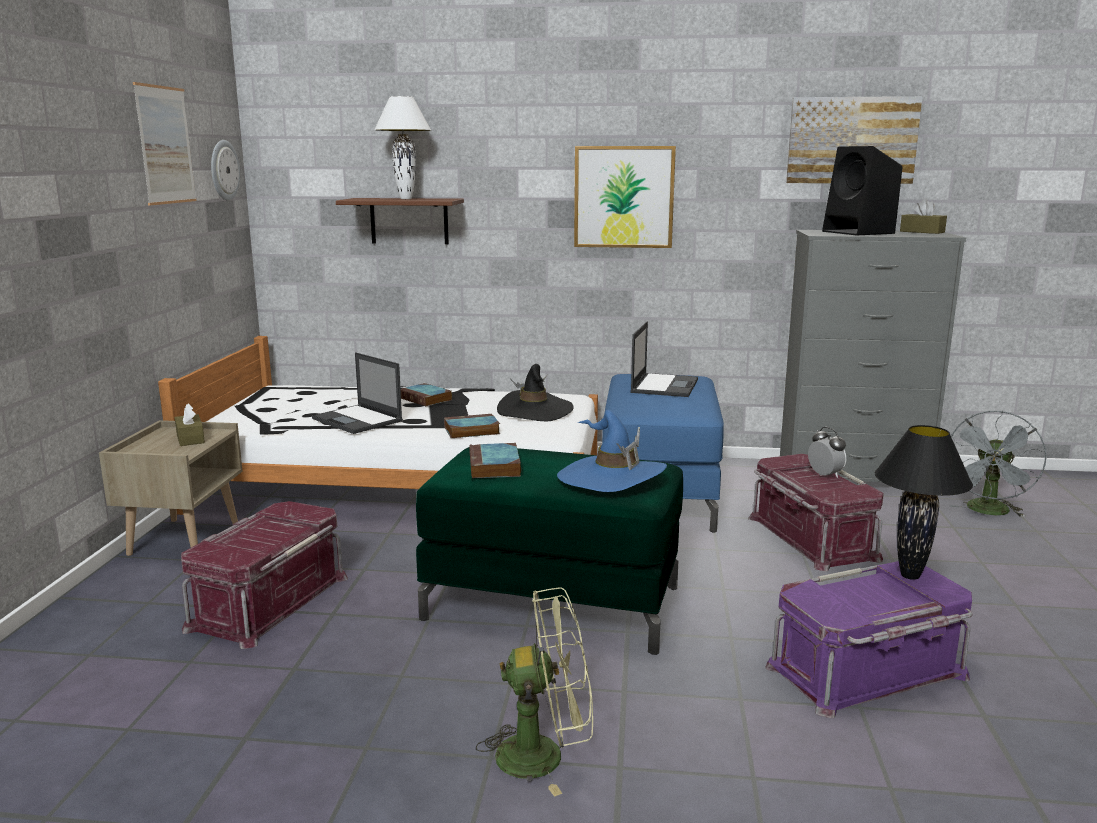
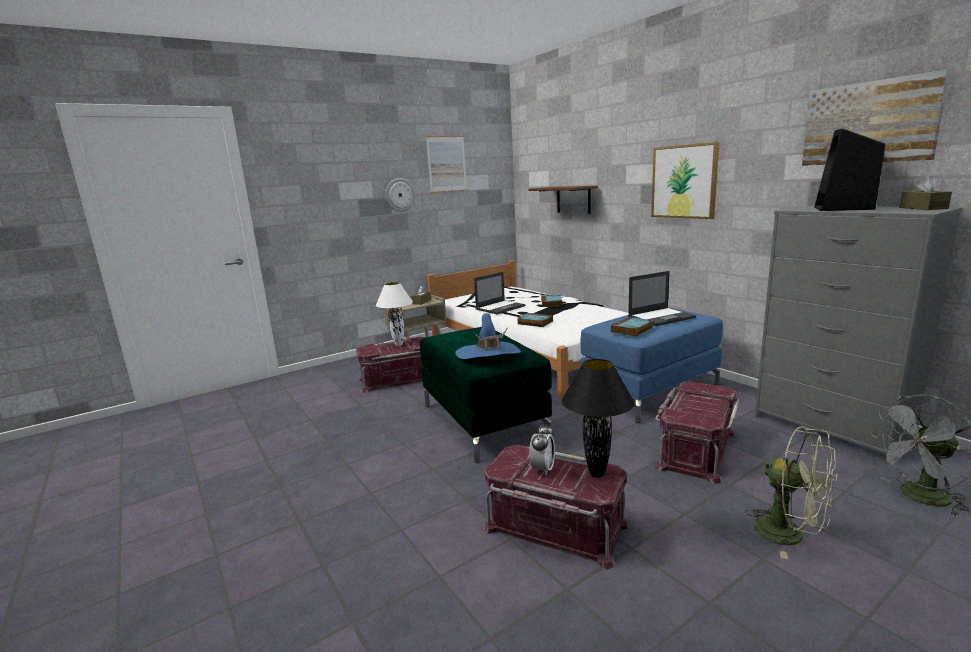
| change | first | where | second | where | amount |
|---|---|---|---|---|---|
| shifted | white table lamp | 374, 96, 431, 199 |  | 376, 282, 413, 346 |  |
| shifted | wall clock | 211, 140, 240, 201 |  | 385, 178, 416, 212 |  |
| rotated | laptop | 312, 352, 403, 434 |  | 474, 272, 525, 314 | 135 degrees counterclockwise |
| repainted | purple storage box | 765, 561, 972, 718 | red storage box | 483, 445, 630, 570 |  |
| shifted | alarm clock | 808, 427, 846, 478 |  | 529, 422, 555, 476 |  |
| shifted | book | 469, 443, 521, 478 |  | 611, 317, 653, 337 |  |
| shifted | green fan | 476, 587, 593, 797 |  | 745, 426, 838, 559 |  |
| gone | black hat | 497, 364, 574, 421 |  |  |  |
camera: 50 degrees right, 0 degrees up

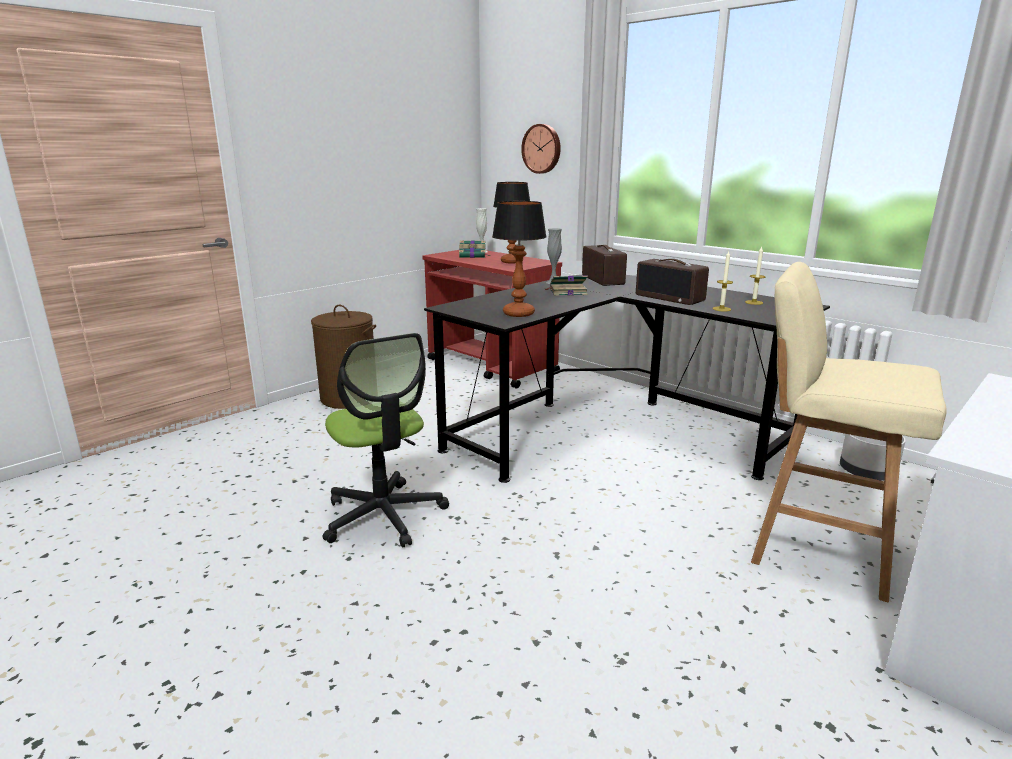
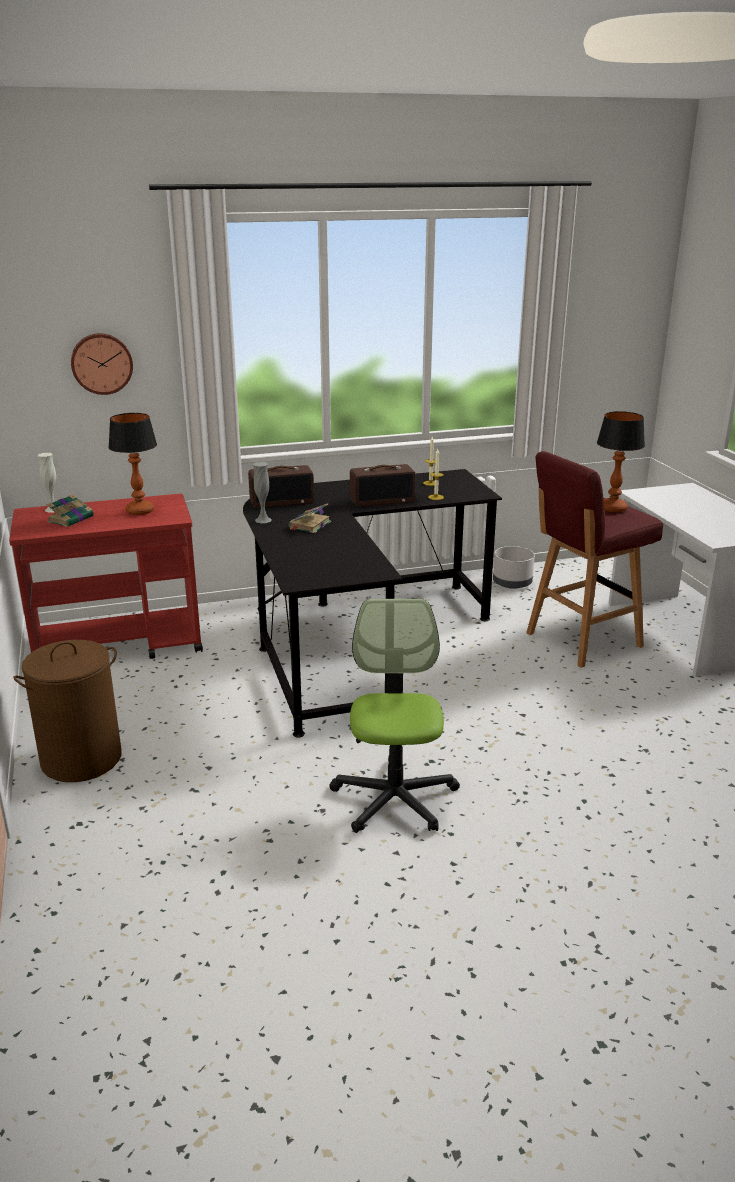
| change | first | where | second | where | amount |
|---|---|---|---|---|---|
| rotated | radio | 582, 245, 627, 286 |  | 248, 465, 314, 508 | 150 degrees clockwise |
| rotated | office chair | 323, 333, 449, 548 |  | 329, 599, 460, 833 | 90 degrees counterclockwise |
| repainted | beige stool | 751, 262, 947, 602 | red stool | 526, 451, 663, 668 |  |
| shifted | table lamp | 492, 201, 547, 317 |  | 597, 411, 645, 512 |  |
camera: 60 degrees left, 5 degrees up

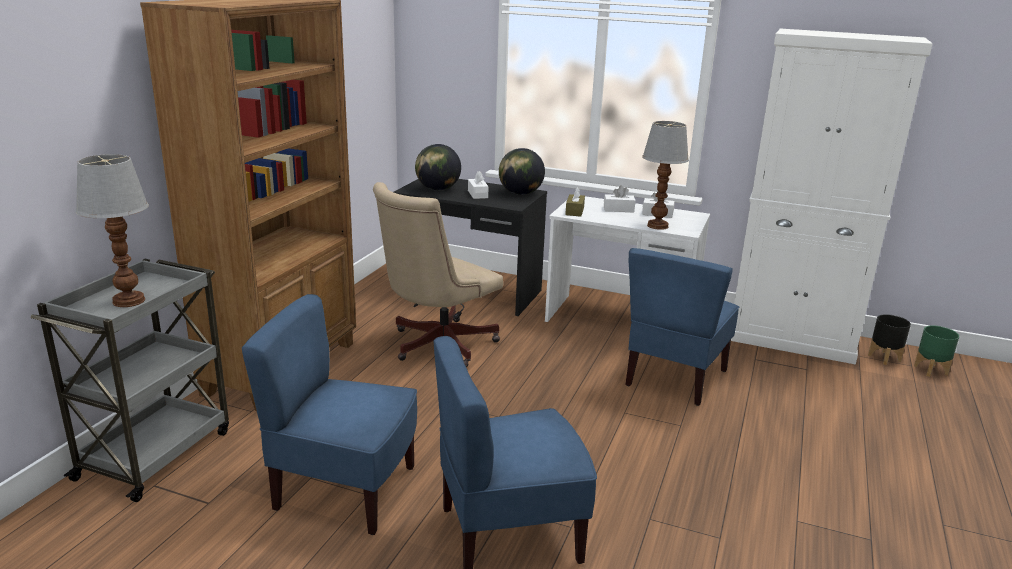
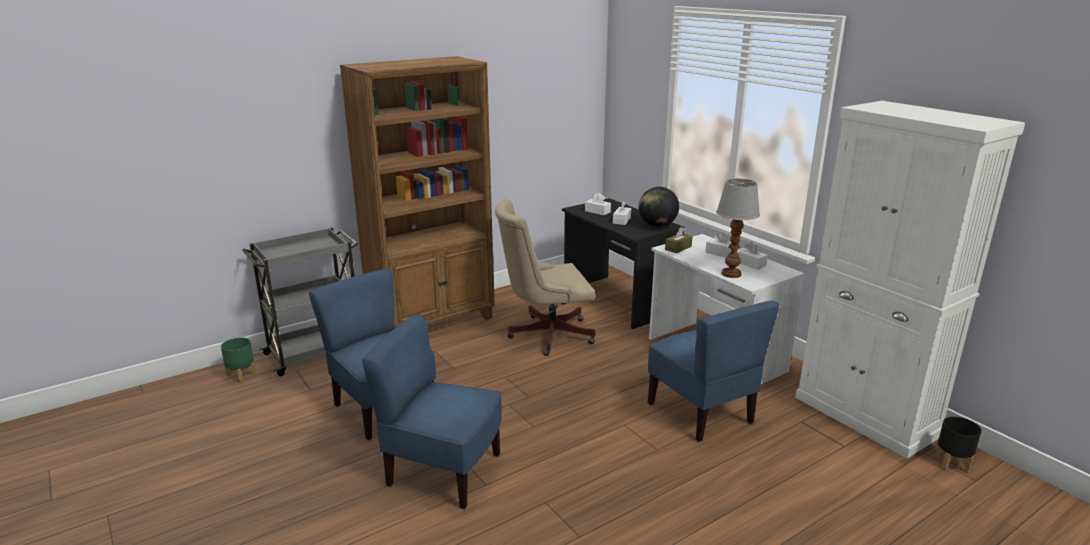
| change | first | where | second | where | amount |
|---|---|---|---|---|---|
| shifted | green planter | 914, 326, 959, 377 |  | 221, 337, 257, 384 |  |
| swapped | globe | 415, 144, 461, 191 | white tissue box | 585, 193, 611, 215 |  |
| rotated | blue chair | 625, 248, 739, 406 |  | 648, 300, 779, 442 | 90 degrees counterclockwise |
| gone | table lamp | 76, 154, 149, 307 |  |  |  |
camera: 35 degrees right, 0 degrees up

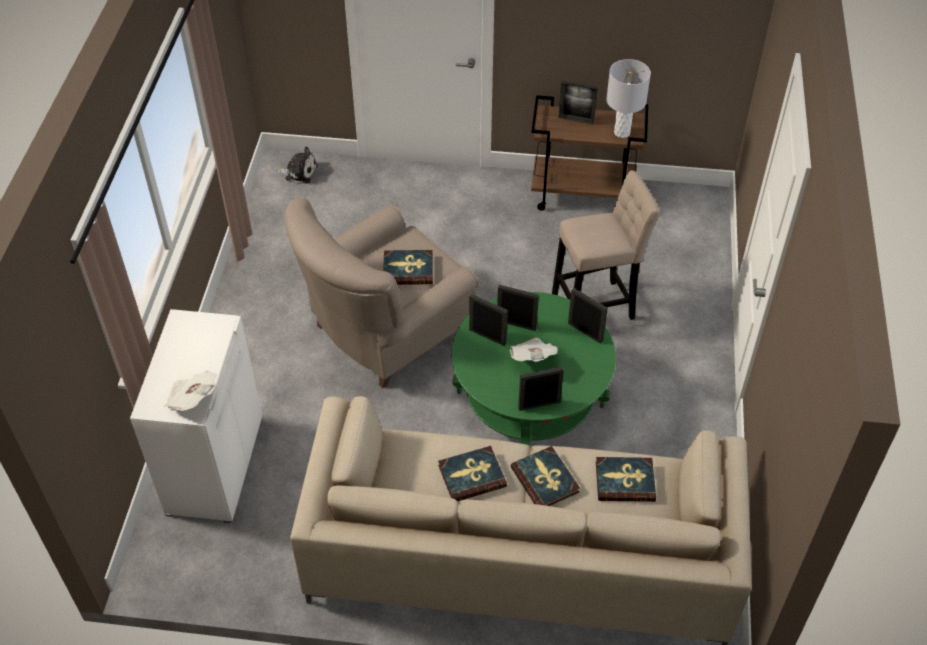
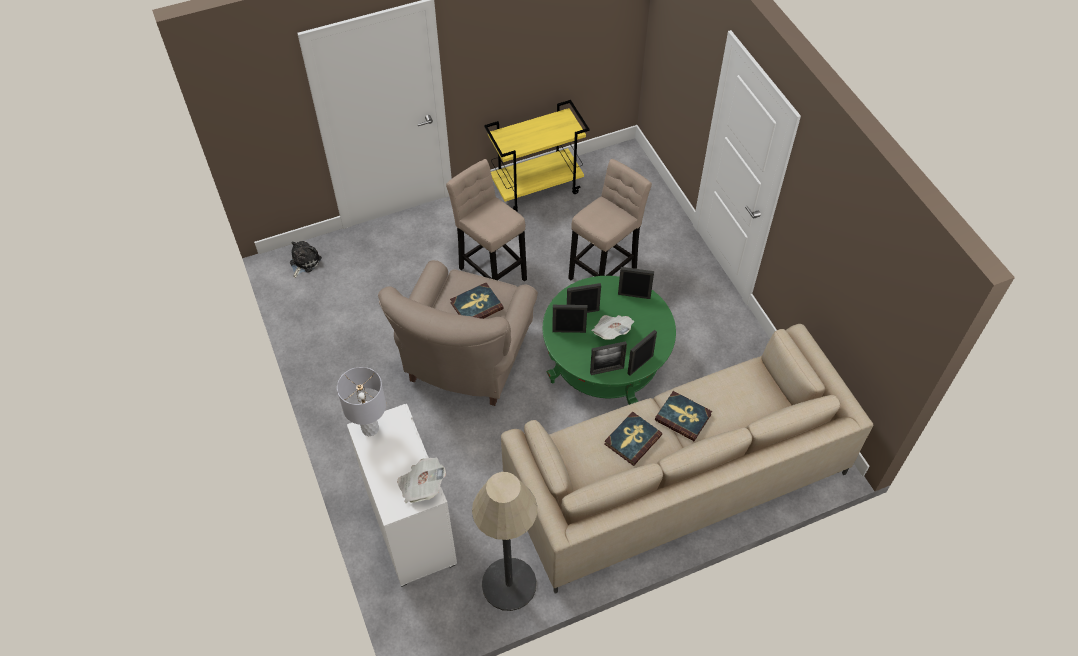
| change | first | where | second | where | amount |
|---|---|---|---|---|---|
| rotated | plush toy | 276, 147, 318, 184 |  | 290, 241, 322, 278 | 45 degrees counterclockwise |
| shifted | grey table lamp | 606, 59, 651, 138 |  | 337, 367, 386, 436 |  |
| new |  |  | beige stool | 446, 159, 527, 281 |  |
| new |  |  | floor lamp | 472, 472, 537, 611 |  |
| repainted | brown cart | 531, 95, 648, 211 | yellow cart | 484, 100, 590, 211 |  |
| shifted | picture frame | 559, 80, 598, 125 |  | 590, 341, 627, 375 |  |
| gone | book | 596, 457, 656, 502 |  |  |  |
camera: 30 degrees left, 5 degrees up

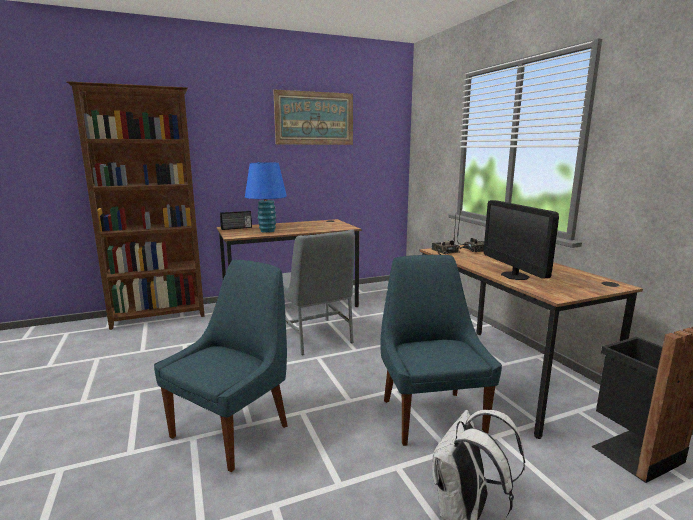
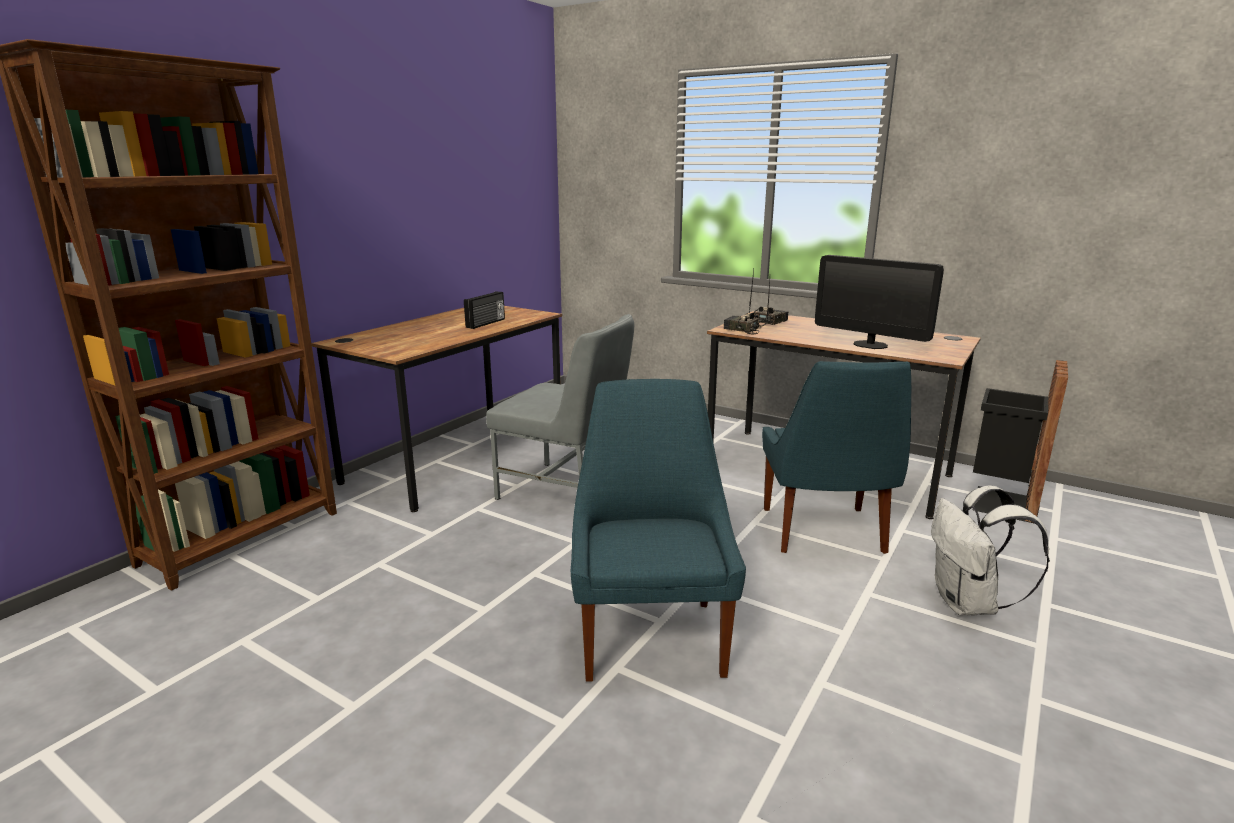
| change | first | where | second | where | amount |
|---|---|---|---|---|---|
| shifted | radio | 220, 211, 252, 230 |  | 464, 291, 505, 329 |  |
| rotated | blue chair | 380, 255, 502, 446 |  | 762, 361, 911, 554 | 135 degrees counterclockwise |
| gone | blue table lamp | 245, 162, 287, 233 |  |  |  |
| gone | picture | 273, 90, 353, 145 |  |  |  |
camera: 35 degrees left, 5 degrees up

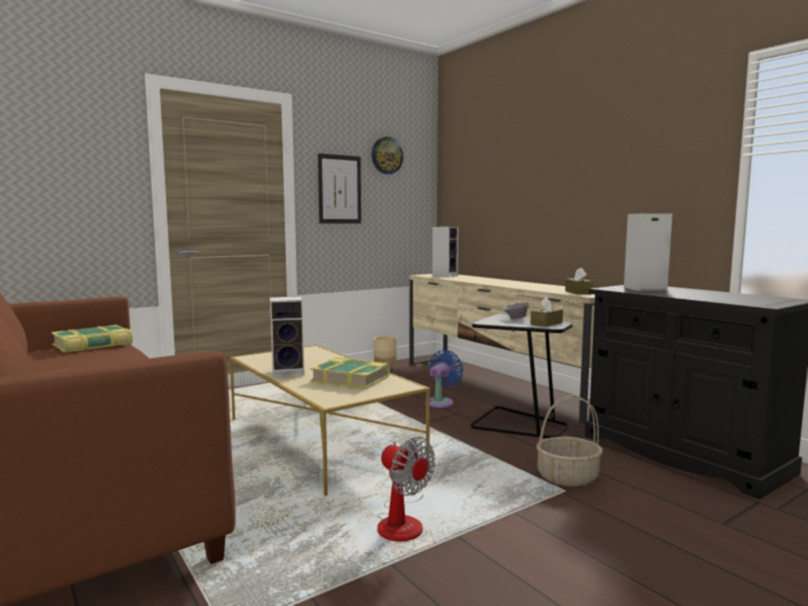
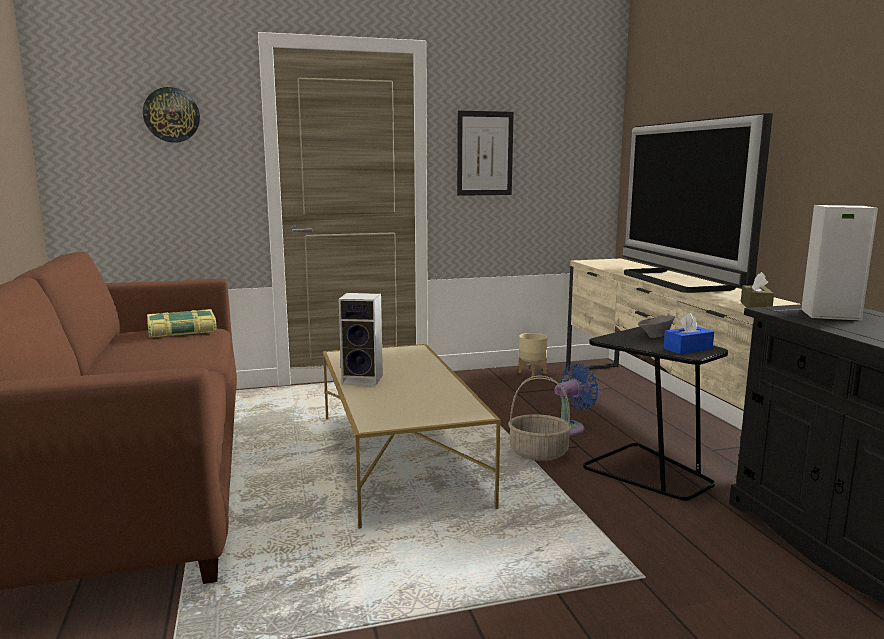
| change | first | where | second | where | amount |
|---|---|---|---|---|---|
| shifted | wall clock | 372, 137, 403, 174 |  | 143, 87, 200, 143 |  |
| shifted | basket | 536, 396, 603, 486 |  | 508, 375, 572, 461 |  |
| new |  |  | television | 623, 113, 773, 293 |  |
| repainted | brown tissue box | 530, 296, 563, 327 | blue tissue box | 664, 312, 714, 354 |  |
| gone | book | 310, 357, 390, 389 |  |  |  |
| gone | fan | 377, 437, 435, 541 |  |  |  |
| gone | speaker | 432, 227, 459, 277 |  |  |  |
camera: 20 degrees right, 5 degrees up

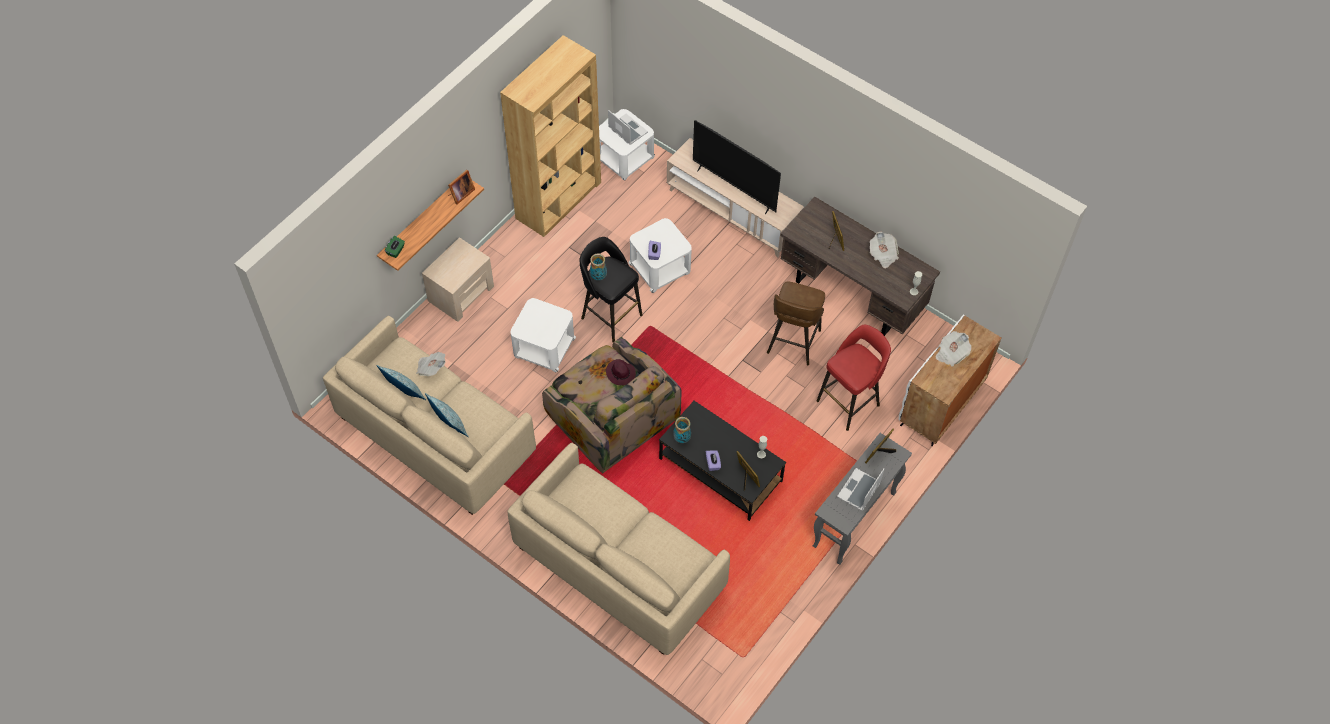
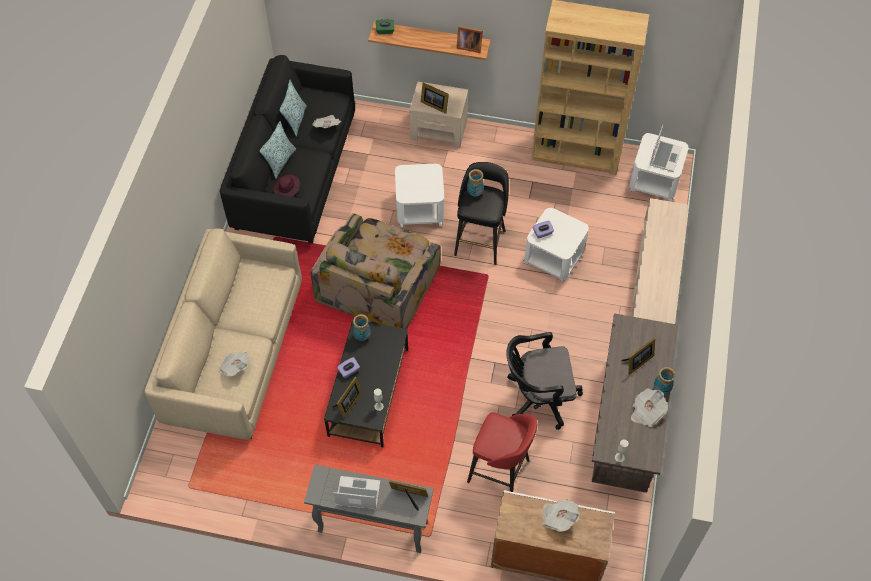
| change | first | where | second | where | amount |
|---|---|---|---|---|---|
| new |  |  | newspaper | 219, 352, 251, 376 |  |
| repainted | beige sofa | 323, 316, 536, 515 | black sofa | 220, 55, 355, 243 |  |
| shifted | purple hat | 606, 359, 636, 385 |  | 273, 174, 300, 197 |  |
| new |  |  | picture frame | 421, 82, 449, 114 |  |
| swapped | brown stool | 767, 281, 825, 365 | black office chair | 506, 332, 583, 430 |  |
| new |  |  | vase | 654, 367, 675, 395 |  |
| gone | television | 693, 120, 781, 214 |  |  |  |
camera: 65 degrees right, 0 degrees up

